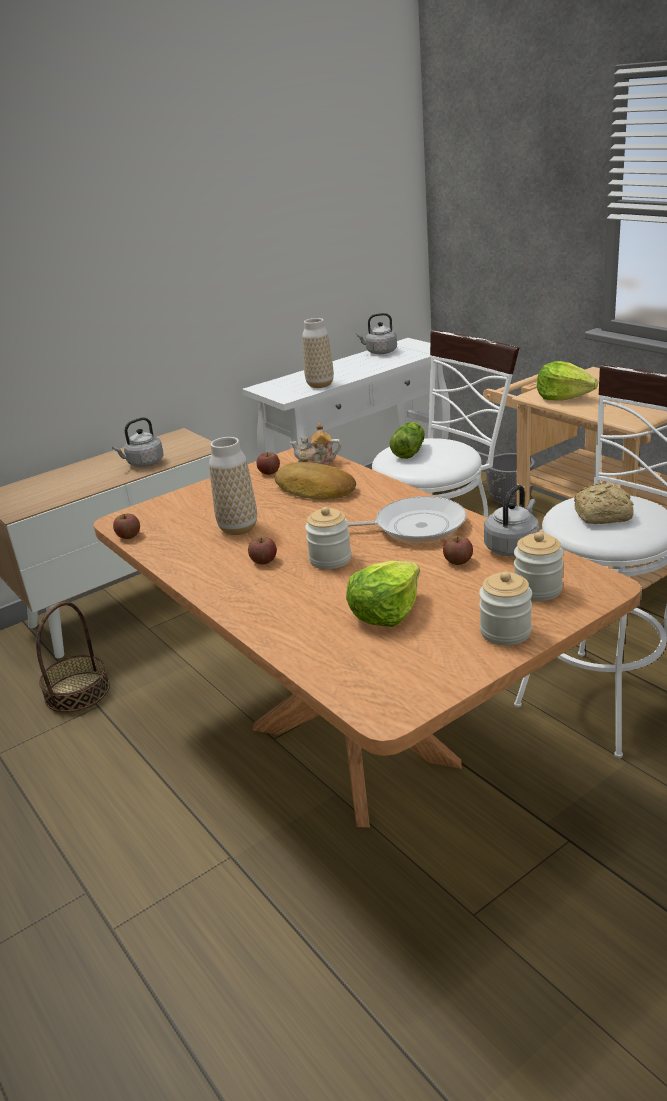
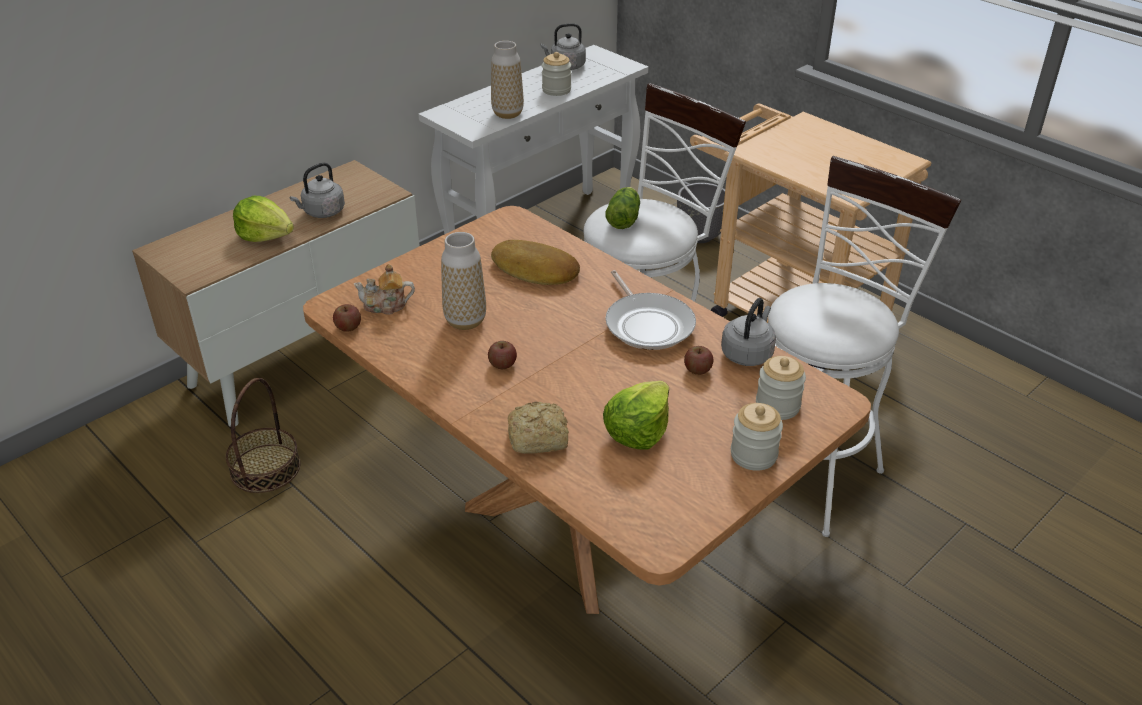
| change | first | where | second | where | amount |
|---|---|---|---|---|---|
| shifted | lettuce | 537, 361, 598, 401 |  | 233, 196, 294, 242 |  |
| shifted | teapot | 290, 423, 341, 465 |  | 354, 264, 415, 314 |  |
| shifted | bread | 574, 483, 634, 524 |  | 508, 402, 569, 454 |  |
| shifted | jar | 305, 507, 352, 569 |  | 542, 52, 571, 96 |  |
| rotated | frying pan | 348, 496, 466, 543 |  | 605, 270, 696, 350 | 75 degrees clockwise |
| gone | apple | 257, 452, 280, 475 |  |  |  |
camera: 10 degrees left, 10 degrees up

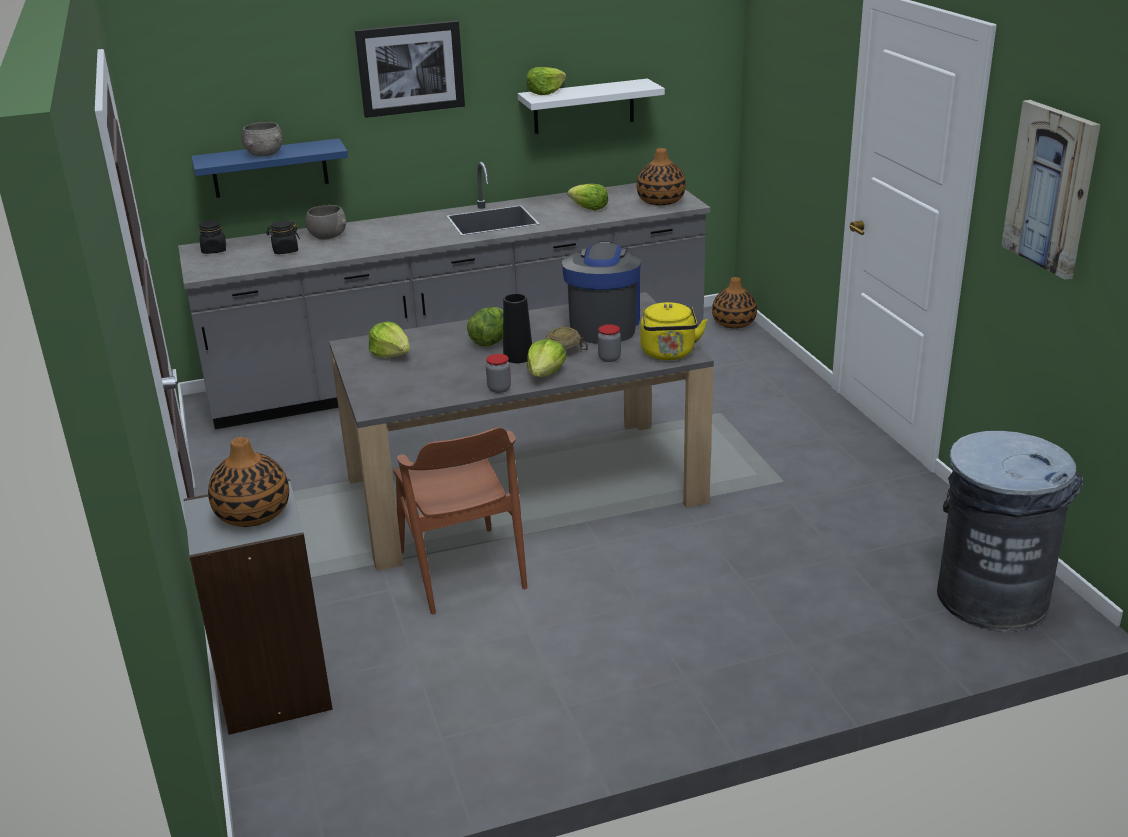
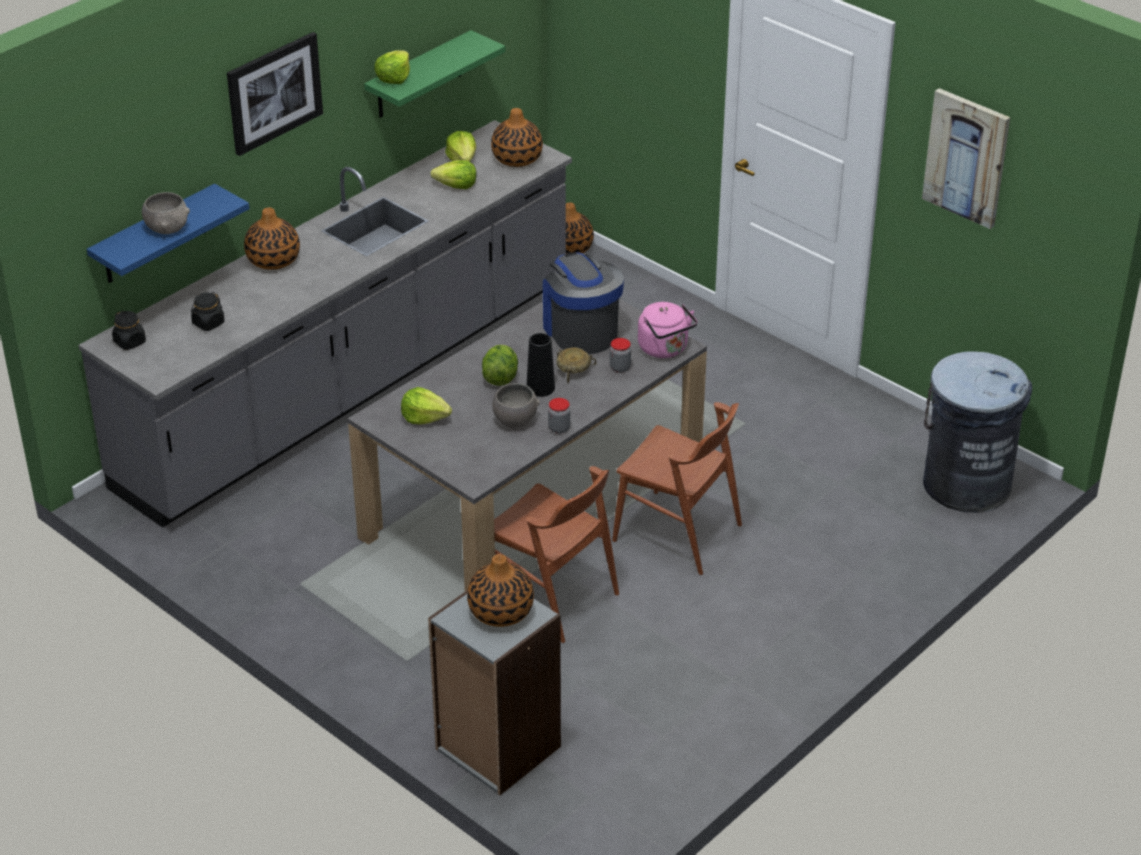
| change | first | where | second | where | amount |
|---|---|---|---|---|---|
| new |  |  | vase | 244, 207, 300, 270 |  |
| repainted | white shelf | 518, 79, 665, 134 | green shelf | 364, 30, 506, 118 |  |
| shifted | lettuce | 527, 339, 566, 377 |  | 445, 131, 476, 162 |  |
| shifted | grey bowl | 305, 205, 347, 240 |  | 492, 383, 540, 428 |  |
| new |  |  | brown chair | 612, 402, 742, 575 |  |
| repainted | yellow kettle | 640, 302, 707, 360 | pink kettle | 638, 302, 697, 358 |  |
camera: 30 degrees left, 10 degrees up

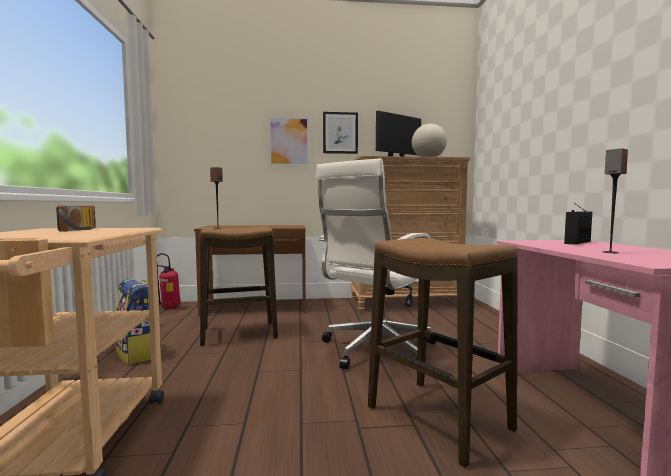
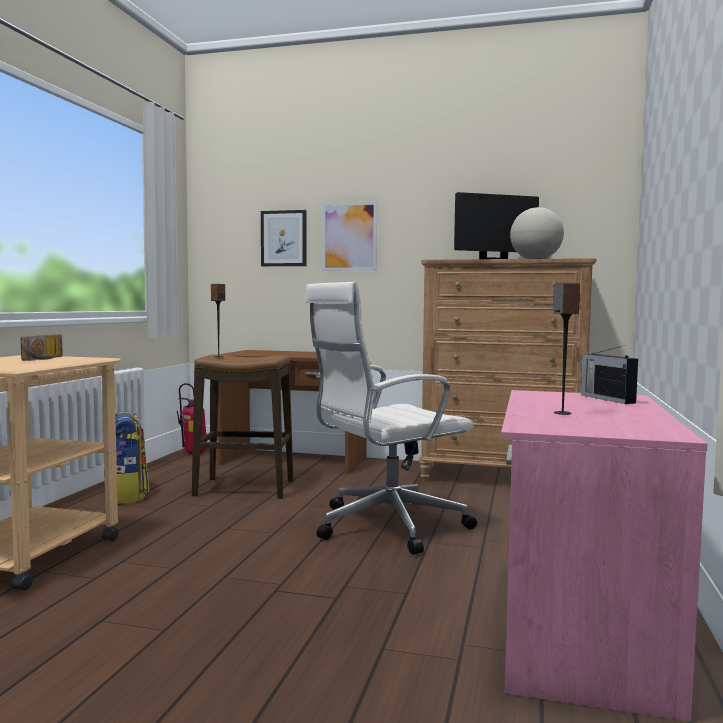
| change | first | where | second | where | amount |
|---|---|---|---|---|---|
| shifted | picture | 323, 112, 358, 154 |  | 261, 210, 307, 266 |  |
| rotated | radio | 564, 204, 592, 245 |  | 581, 345, 638, 404 | 90 degrees counterclockwise |
| gone | stool | 368, 238, 518, 468 |  |  |  |
camera: 20 degrees right, 0 degrees up

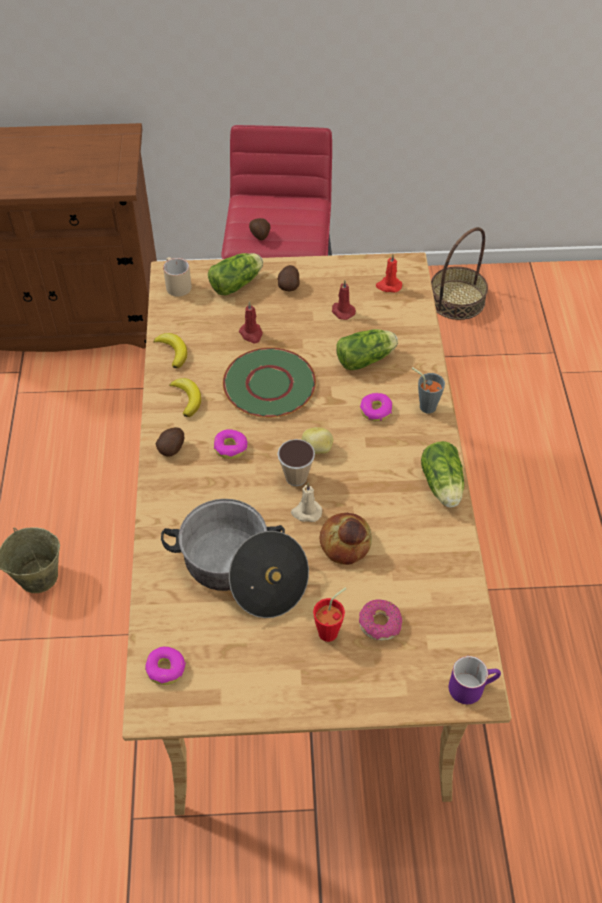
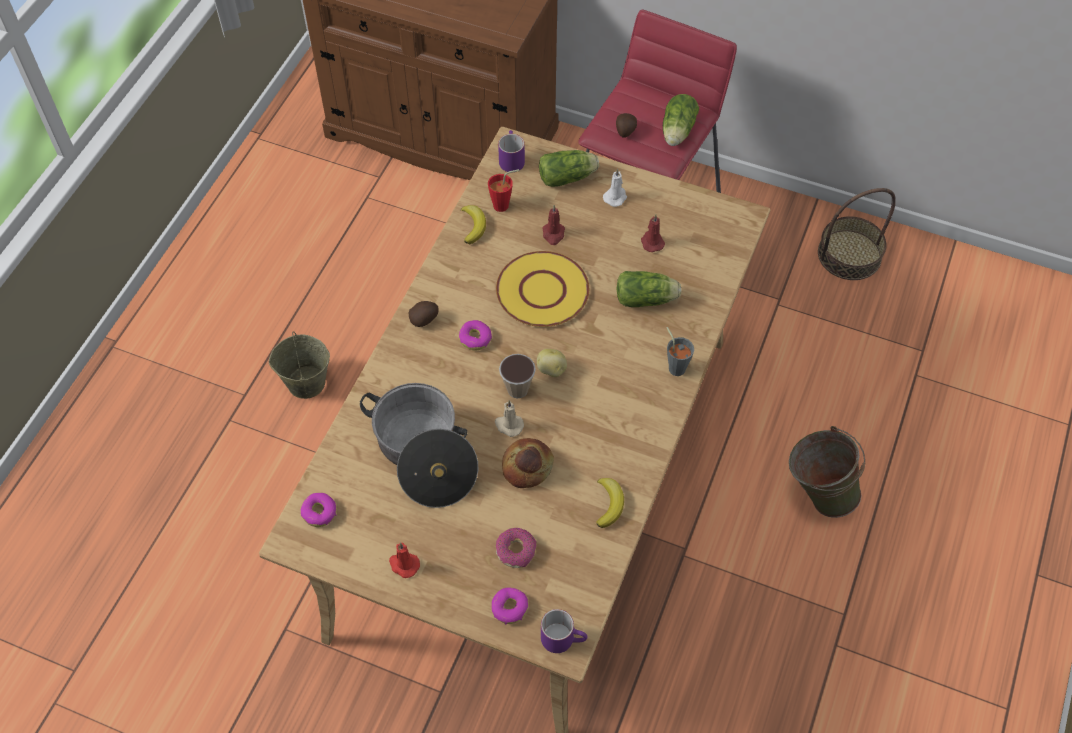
| change | first | where | second | where | amount |
|---|---|---|---|---|---|
| shifted | red candle | 376, 254, 402, 292 |  | 389, 543, 420, 578 |  |
| shifted | red cup | 313, 587, 347, 642 |  | 488, 169, 519, 212 |  |
| shifted | donut | 360, 393, 392, 421 |  | 491, 588, 528, 624 |  |
| repainted | green plate | 223, 347, 316, 418 | yellow plate | 496, 251, 589, 327 |  |
| repainted | beige mug | 163, 257, 192, 297 | purple mug | 498, 130, 525, 172 |  |
| shifted | banana | 169, 378, 201, 417 |  | 596, 478, 624, 528 |  |
| swapped | potato | 278, 265, 300, 291 | white candle | 603, 169, 627, 207 |  |
| shifted | lettuce | 421, 441, 464, 508 |  | 663, 94, 699, 146 |  |
| new |  |  | green bucket | 789, 426, 865, 518 |  |
camera: 25 degrees right, 5 degrees up

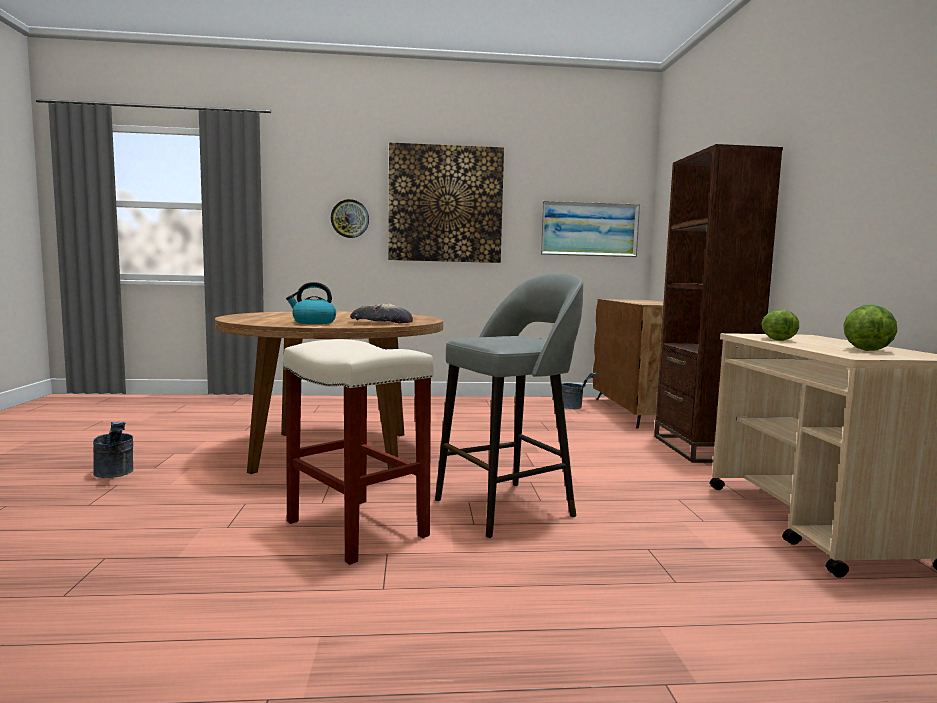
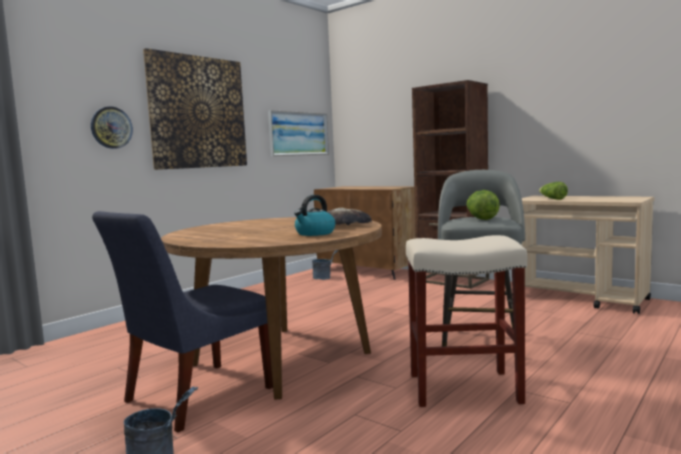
| change | first | where | second | where | amount |
|---|---|---|---|---|---|
| new |  |  | blue chair | 92, 211, 273, 433 |  |
| shifted | lettuce | 843, 305, 897, 351 |  | 467, 190, 500, 220 |  |
camera: 45 degrees left, 0 degrees up

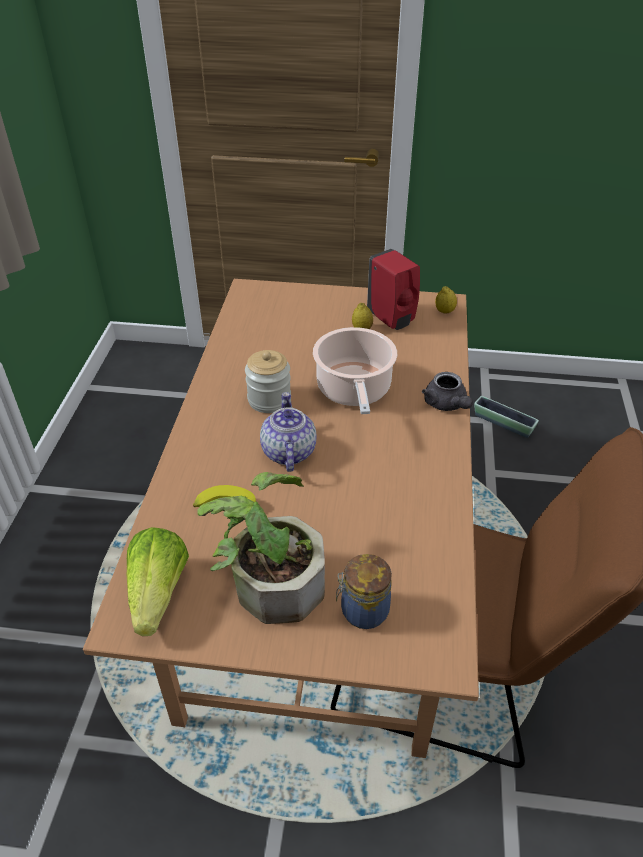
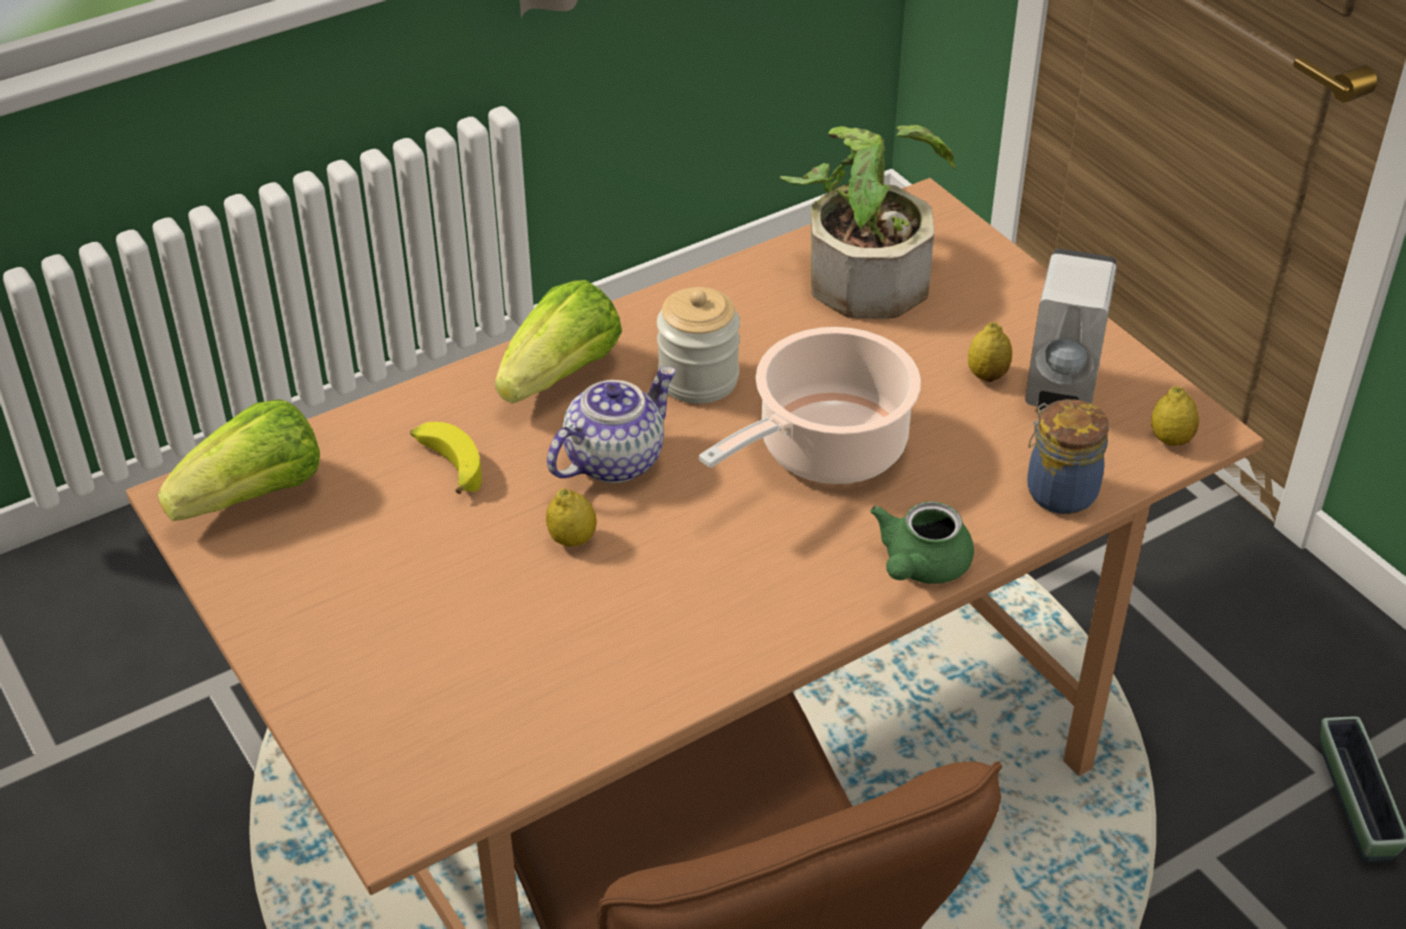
| change | first | where | second | where | amount |
|---|---|---|---|---|---|
| new |  |  | lettuce | 495, 280, 622, 404 |  |
| new |  |  | lemon | 546, 488, 597, 547 |  |
| shifted | potted plant | 197, 472, 325, 624 |  | 780, 125, 956, 319 |  |
| repainted | grey teapot | 422, 372, 473, 411 | green teapot | 870, 501, 974, 584 |  |
| repainted | red soap dispenser | 367, 249, 420, 330 | white soap dispenser | 1025, 249, 1117, 413 |  |
| shifted | jar | 336, 554, 392, 629 |  | 1027, 399, 1109, 514 |  |
camera: 50 degrees right, 0 degrees up

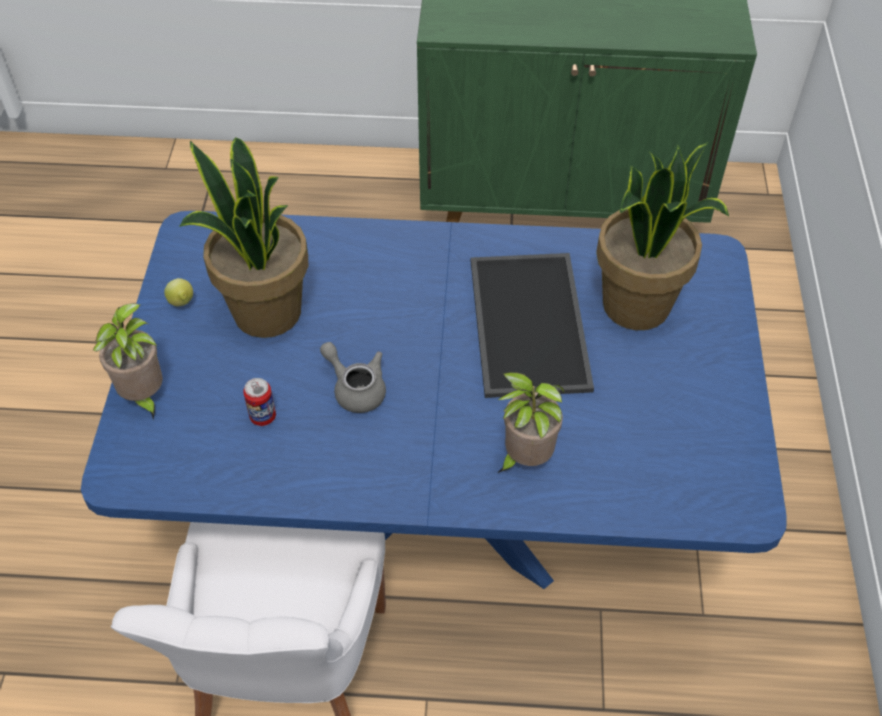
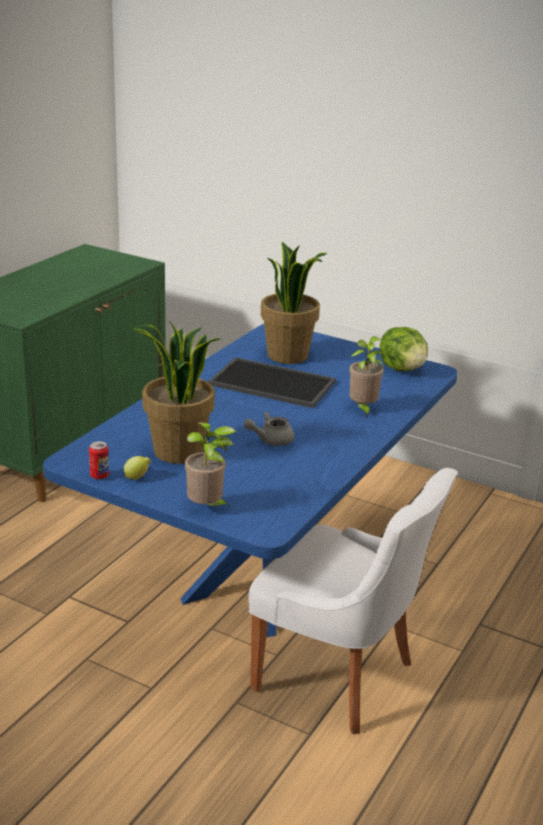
| change | first | where | second | where | amount |
|---|---|---|---|---|---|
| shifted | can | 243, 378, 276, 426 |  | 89, 441, 109, 479 |  |
| new |  |  | lettuce | 379, 327, 427, 371 |  |
camera: 65 degrees left, 25 degrees down

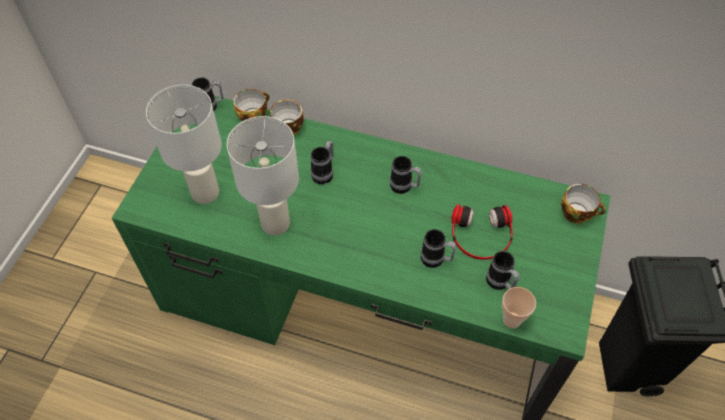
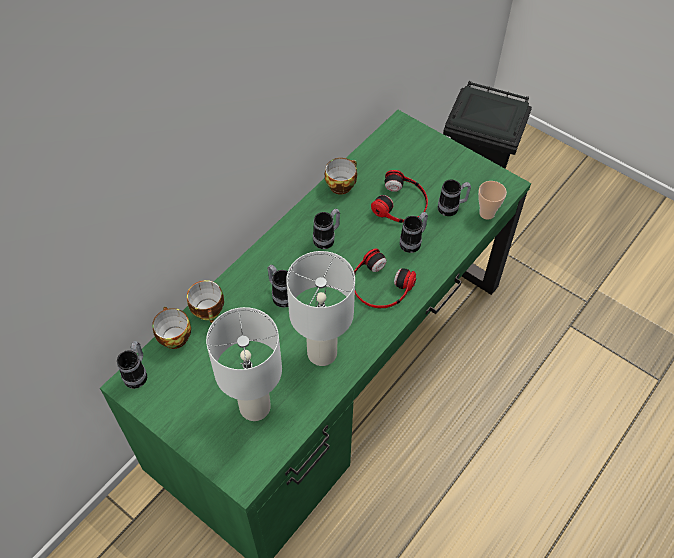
| change | first | where | second | where | amount |
|---|---|---|---|---|---|
| shifted | cup | 561, 184, 606, 224 |  | 325, 158, 357, 195 |  |
| new |  |  | headphones | 354, 249, 416, 308 |  |
camera: 70 degrees left, 0 degrees up

